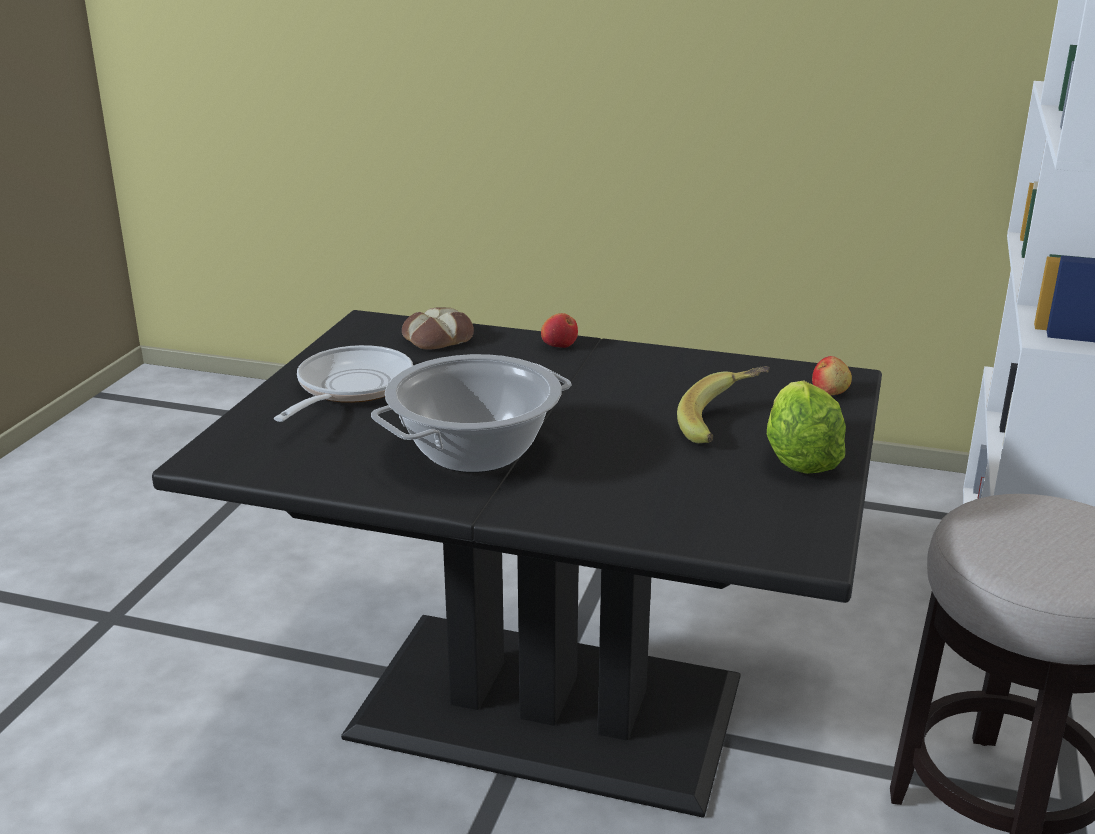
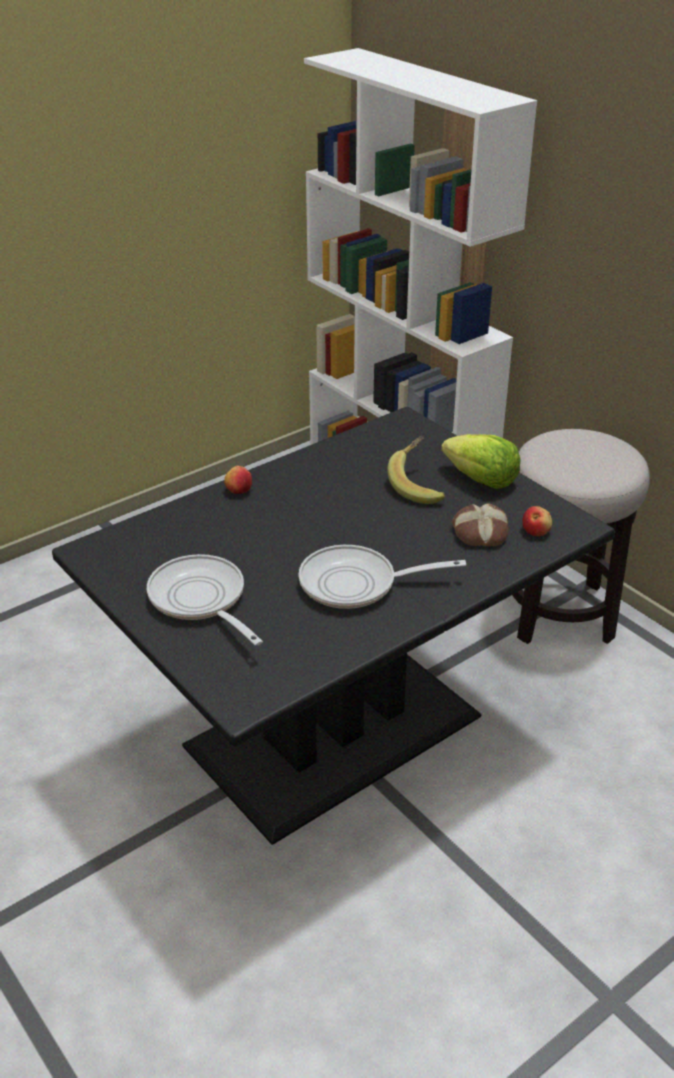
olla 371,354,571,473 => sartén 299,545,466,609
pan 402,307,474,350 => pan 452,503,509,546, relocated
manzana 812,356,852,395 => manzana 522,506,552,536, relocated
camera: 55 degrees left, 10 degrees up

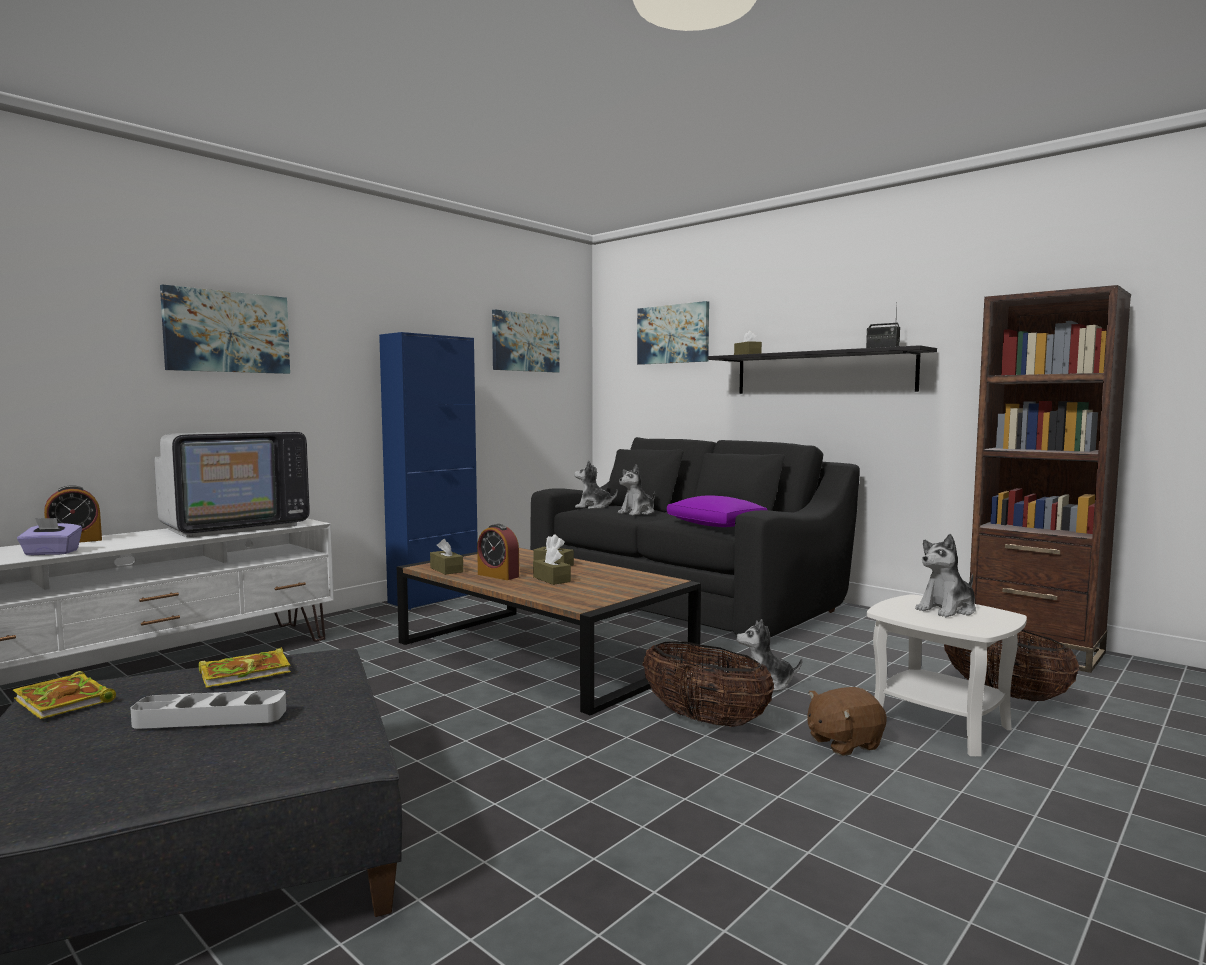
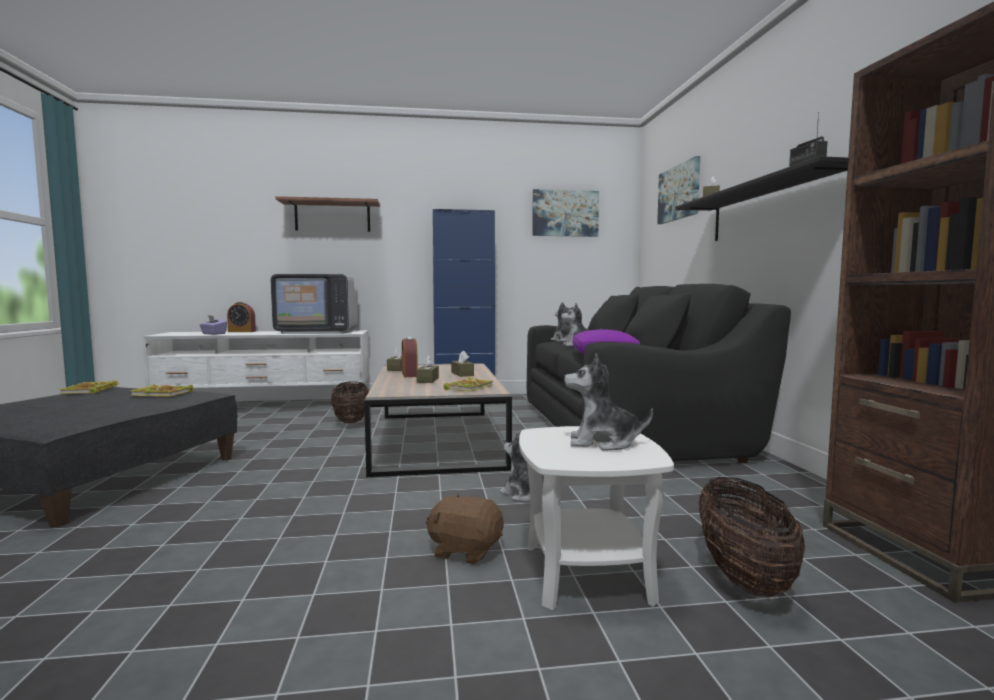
cuadro 160,284,290,374 => estante 276,196,380,232
cesta 643,641,774,727 => cesta 331,381,369,424, relocated
nothing => libro 443,377,493,392
bandeja (gris) 130,690,286,729 => nothing
camera: 40 degrees right, 0 degrees up

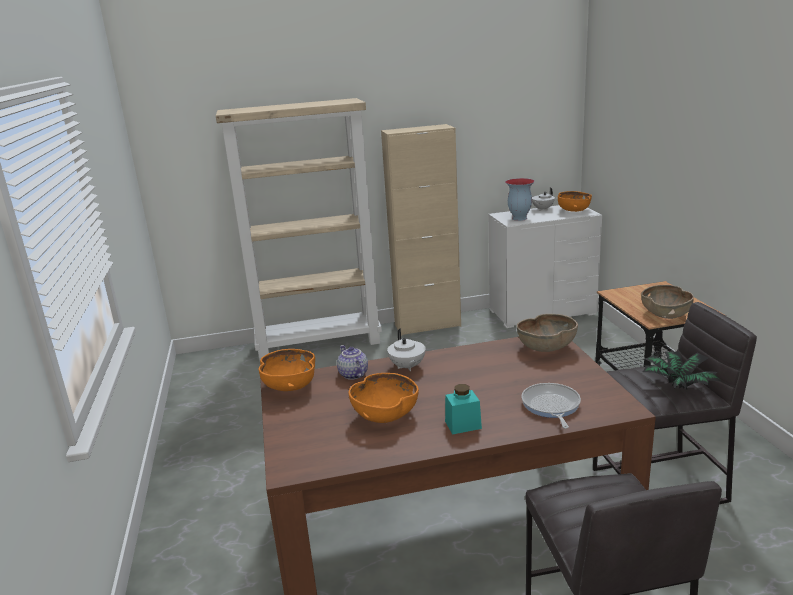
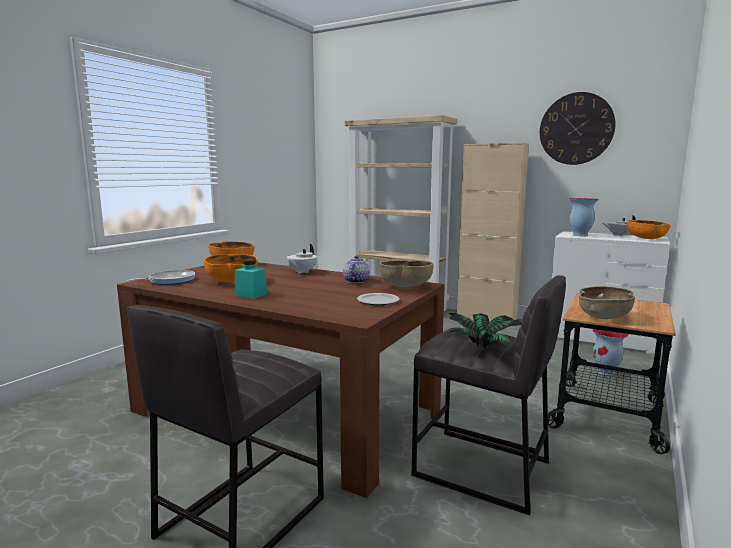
sartén 521,383,581,429 => sartén 127,270,195,285, relocated
tetera 337,345,368,380 => tetera 343,256,370,283, relocated
nothing => plato 357,293,400,305
nothing => reloj de pared 540,92,616,165
nothing => florero 592,329,629,376
camera: 40 degrees right, 10 degrees down

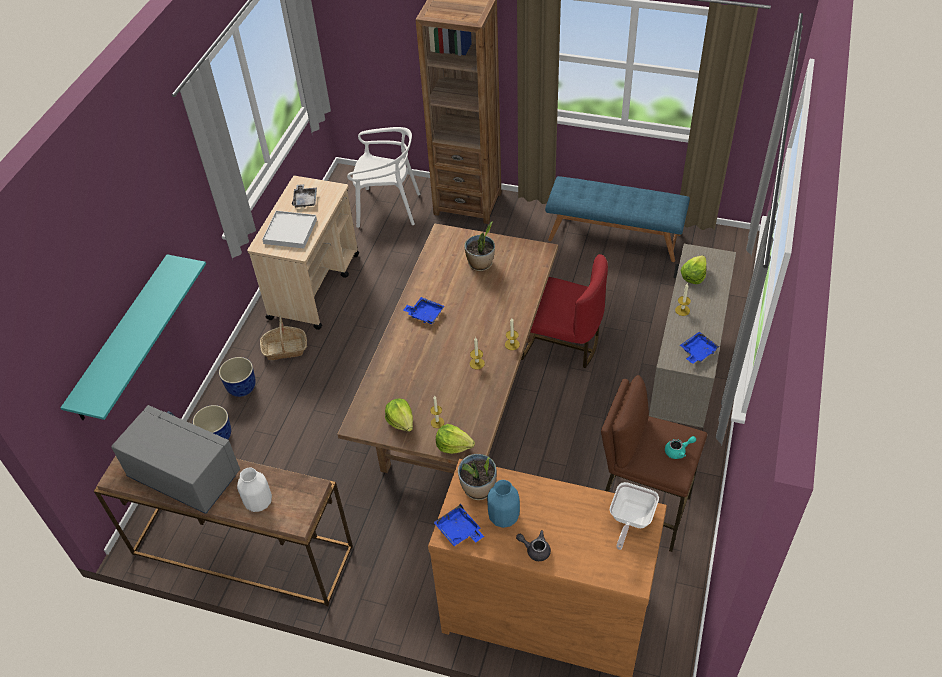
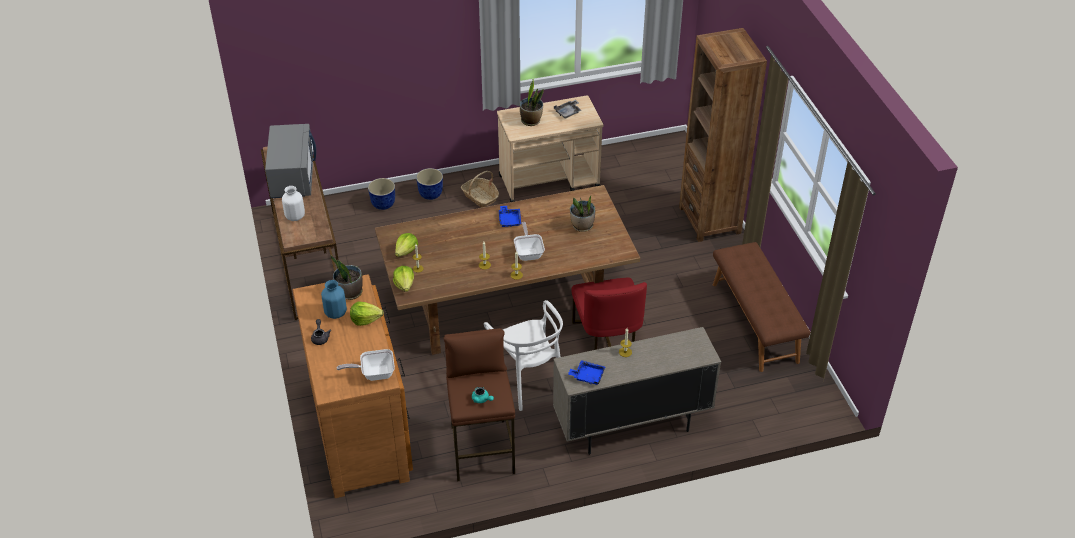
lechuga 680,255,706,284 => lechuga 350,302,384,326, relocated
silla (blanco) 347,127,420,228 => silla (blanco) 484,300,563,411, relocated
nothing => sartén 514,222,545,261
bandeja (blanco) 262,211,317,249 => planta en maceta 520,79,543,126
banco (azul) 545,176,690,262 => banco (marrón) 713,242,810,372
estante (turquesa) 60,254,206,420 => nothing
bandeja (azul) 433,504,484,546 => nothing
camera: 55 degrees right, 5 degrees down

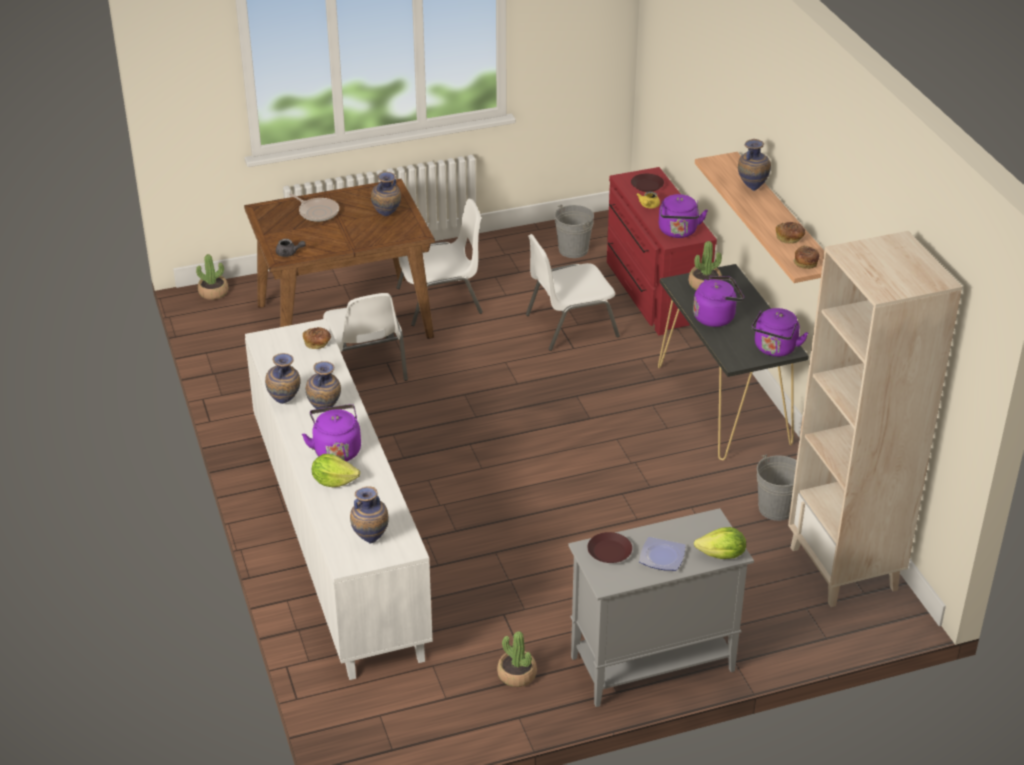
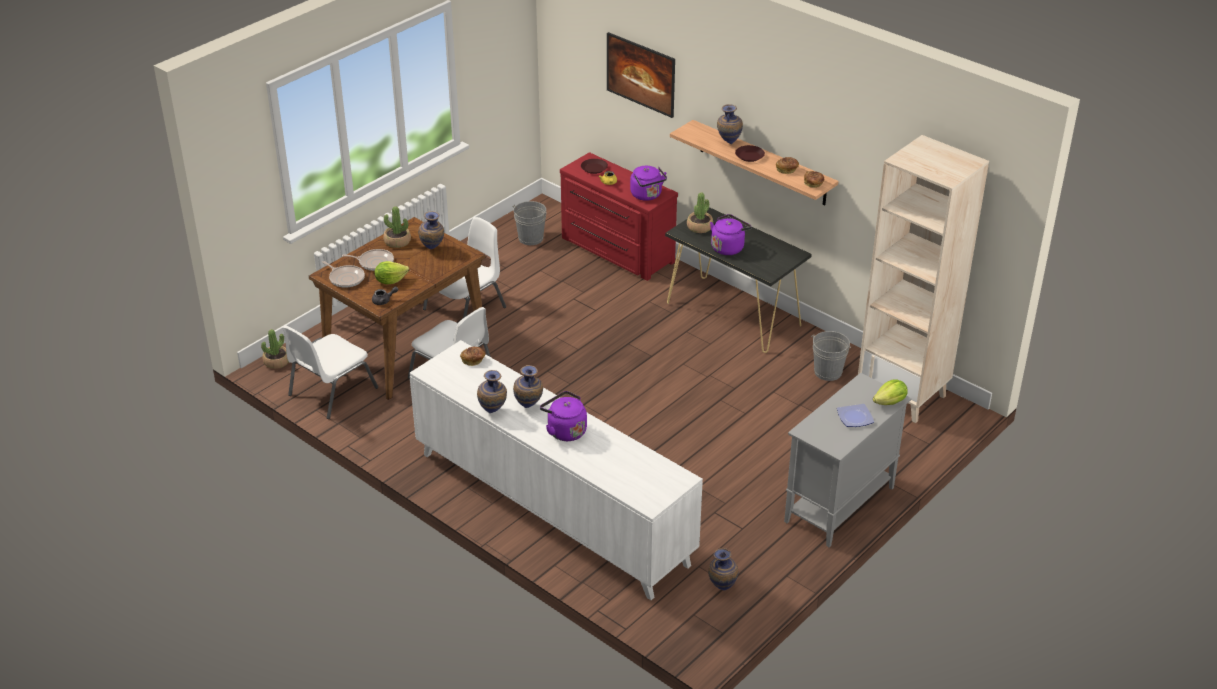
silla (blanco) 526,234,620,351 => silla (blanco) 283,325,378,419, relocated
nothing => sartén 322,261,365,288
lechuga 312,454,360,487 => lechuga 374,261,409,284, relocated
planta en maceta 497,631,537,687 => planta en maceta 383,206,411,248, relocated
nothing => cuadro 607,32,675,118
florero 350,486,389,544 => florero 708,548,738,591, relocated
plato (marrón) 587,532,632,563 => plato (marrón) 735,145,765,162, relocated
hervidor (morado) 752,308,808,357 => nothing
camera: 30 degrees left, 0 degrees up

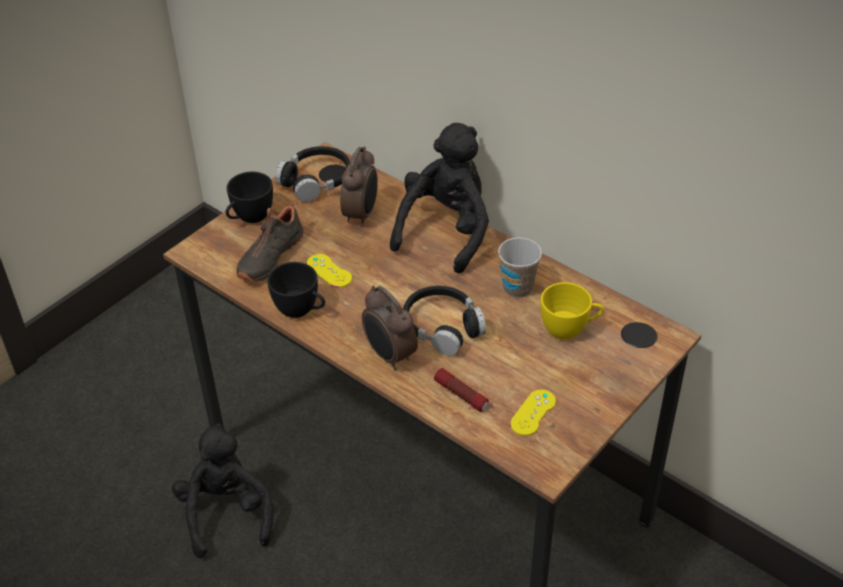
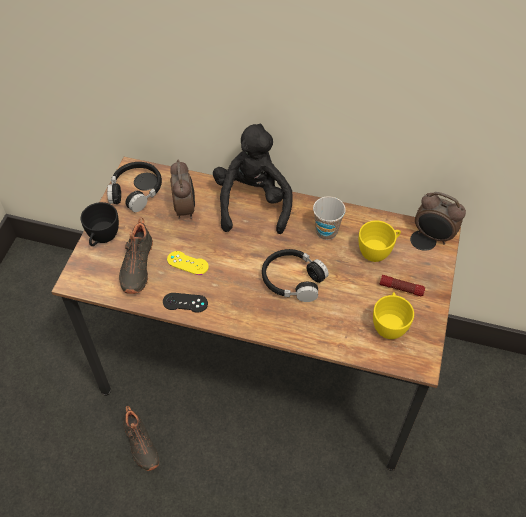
peluche (negro) 172,423,273,558 => zapato (negro) 123,406,159,471
taza (negro) 267,262,325,318 => mando de consola (negro) 163,293,208,313
mando de consola (amarillo) 510,390,556,436 => taza (amarillo) 373,292,414,339
linterna 434,368,489,412 => linterna 379,275,425,297, relocated
despertador 362,286,418,370 => despertador 415,192,466,245, relocated
camera: 25 degrees left, 10 degrees up

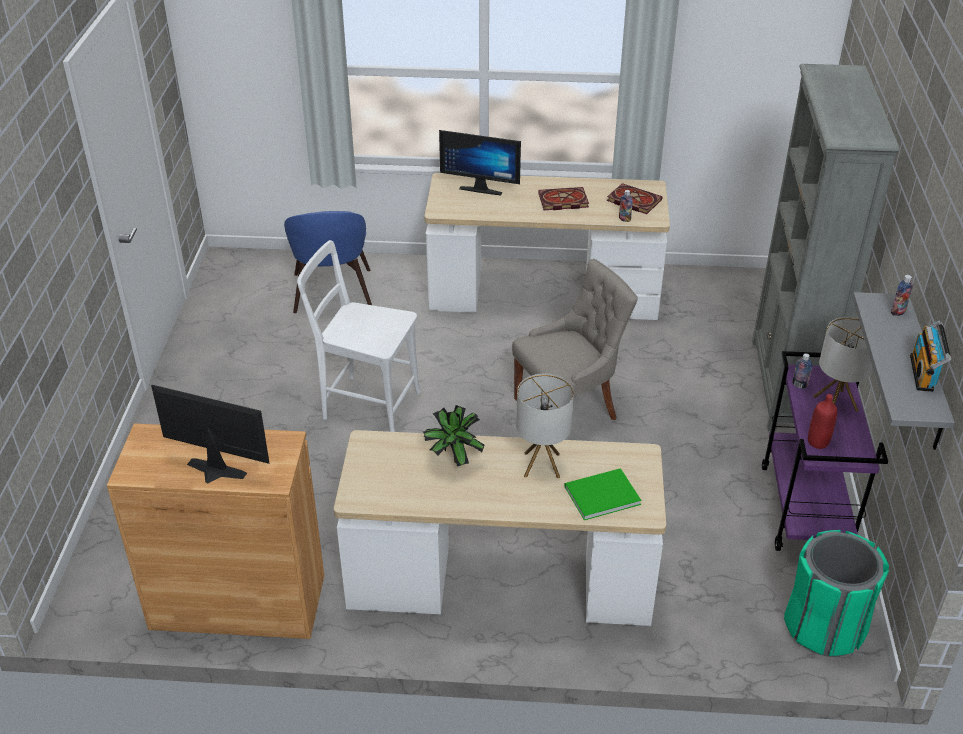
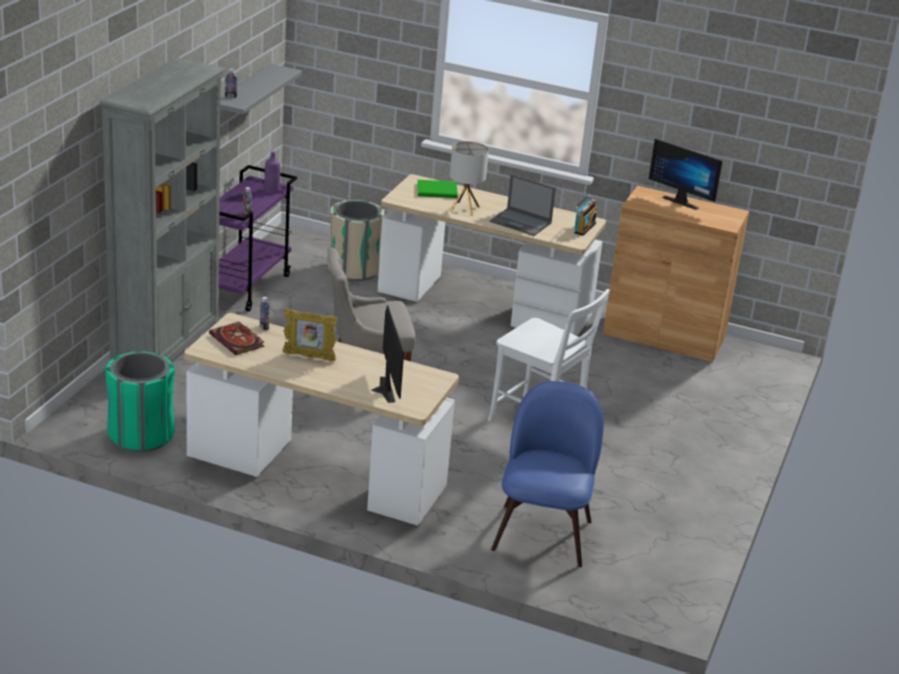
papelera (verde) 784,530,889,657 => papelera (verde) 105,351,175,452, relocated
botella (rojo) 808,394,837,449 => botella (morado) 264,151,280,194
libro 538,187,589,210 => portarretratos 283,309,338,361
nothing => papelera (beis) 328,200,384,282
monitor 439,130,521,196 => monitor 371,305,404,403, 45 degrees clockwise
planta en maceta 423,405,484,467 => portátil 490,174,556,236
radio 910,320,951,392 => radio 574,195,597,236, relocated
lámpara de mesa 813,317,873,411 => nothing
camera: 165 degrees left, 10 degrees down

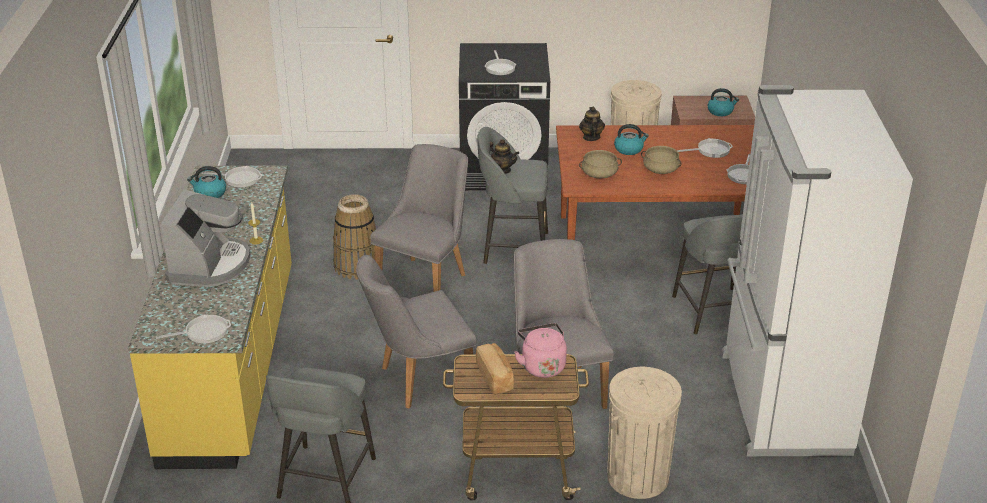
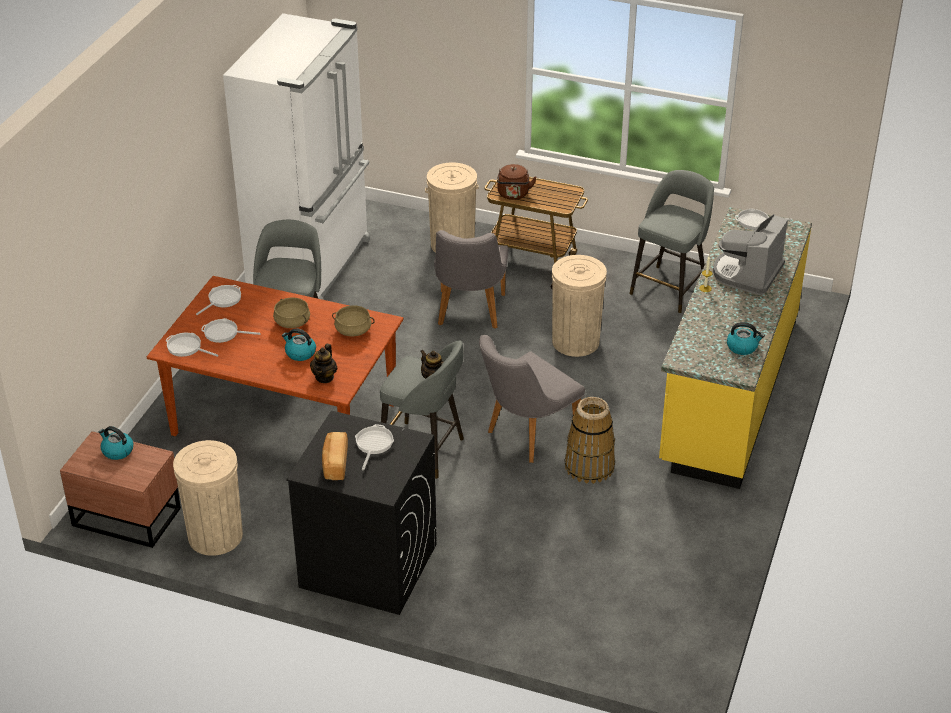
sartén 201,166,262,188 => sartén 166,333,219,357, relocated
pan 476,343,514,395 => pan 322,432,348,480, relocated
hervidor (rosa) 514,323,567,378 => hervidor (marrón) 497,164,537,200
silla (gris) 356,255,477,409 => papelera (beis) 552,255,607,357
camera: 160 degrees left, 5 degrees up

